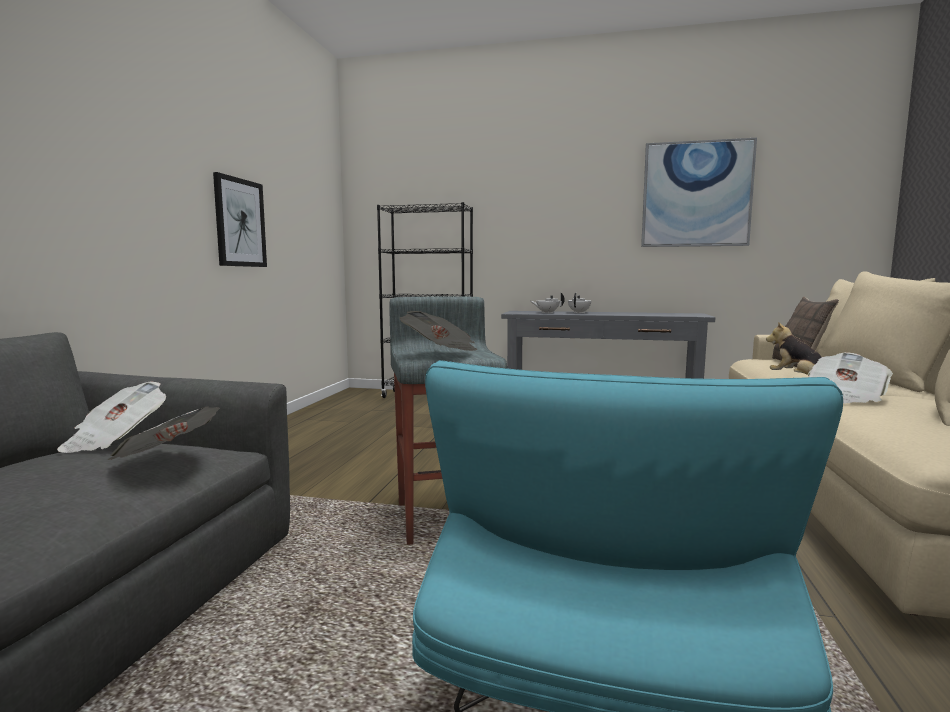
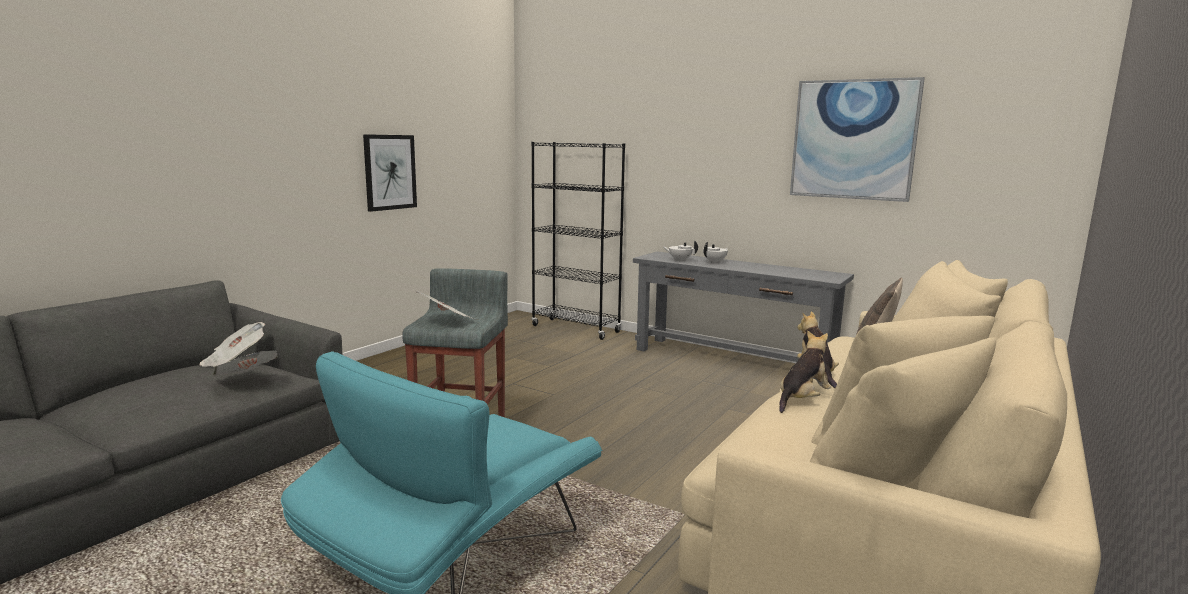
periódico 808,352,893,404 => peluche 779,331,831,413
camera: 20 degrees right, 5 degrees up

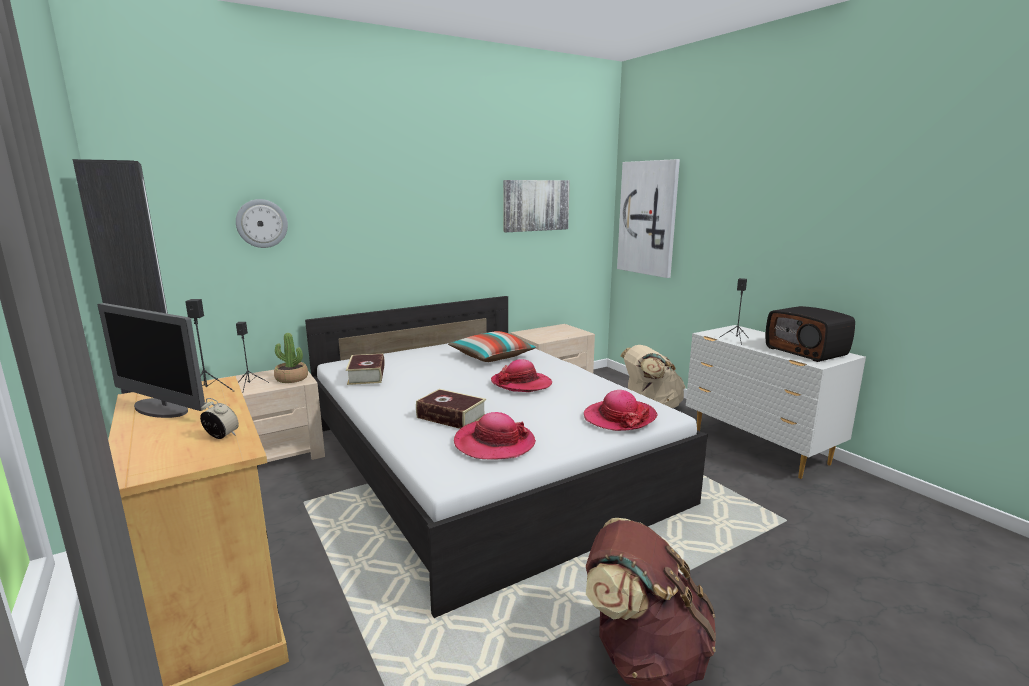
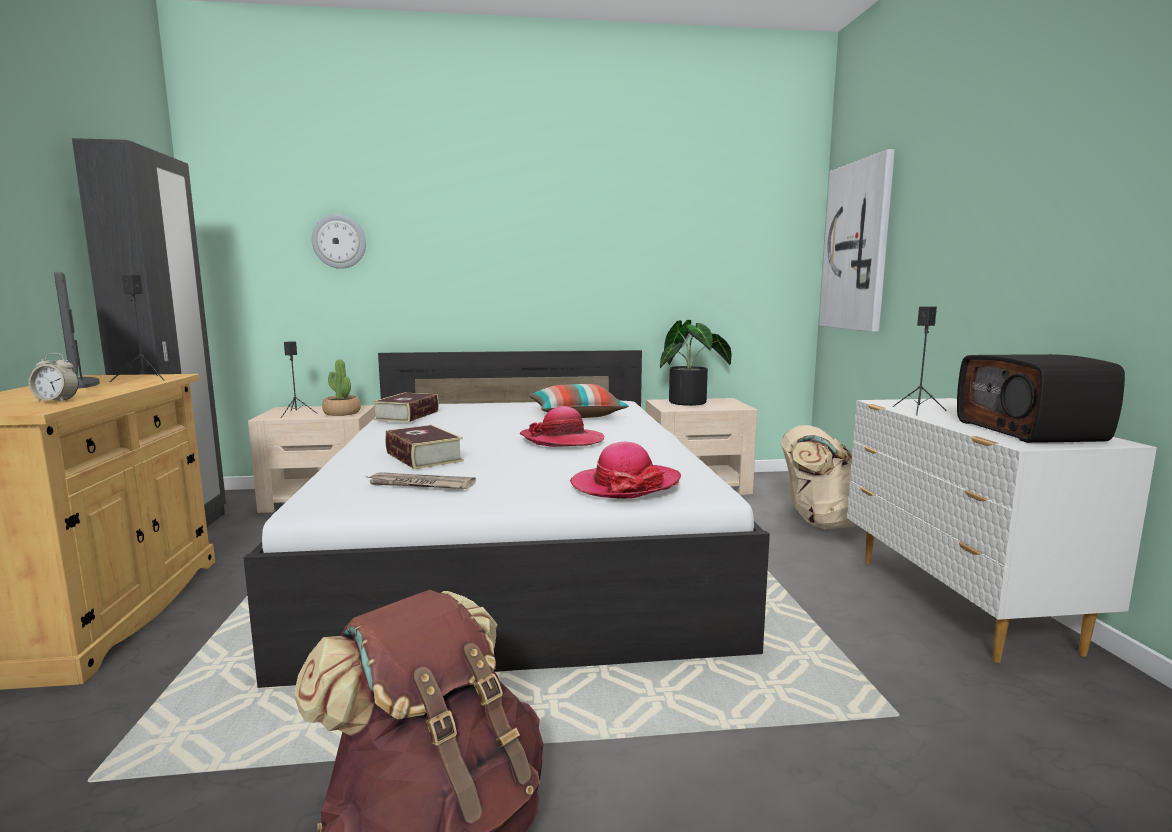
despertador 200,398,239,439 => despertador 28,353,79,402, 135 degrees clockwise
sombrero 454,412,536,460 => periódico 365,472,476,489
nothing => planta en maceta 660,320,732,406
cuadro 503,180,570,232 => nothing
camera: 25 degrees right, 5 degrees down

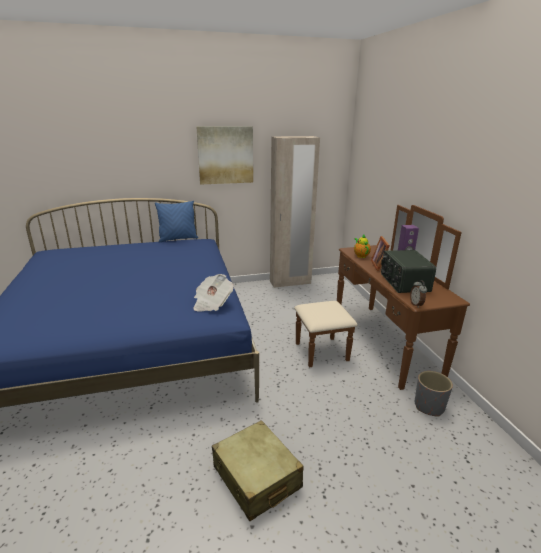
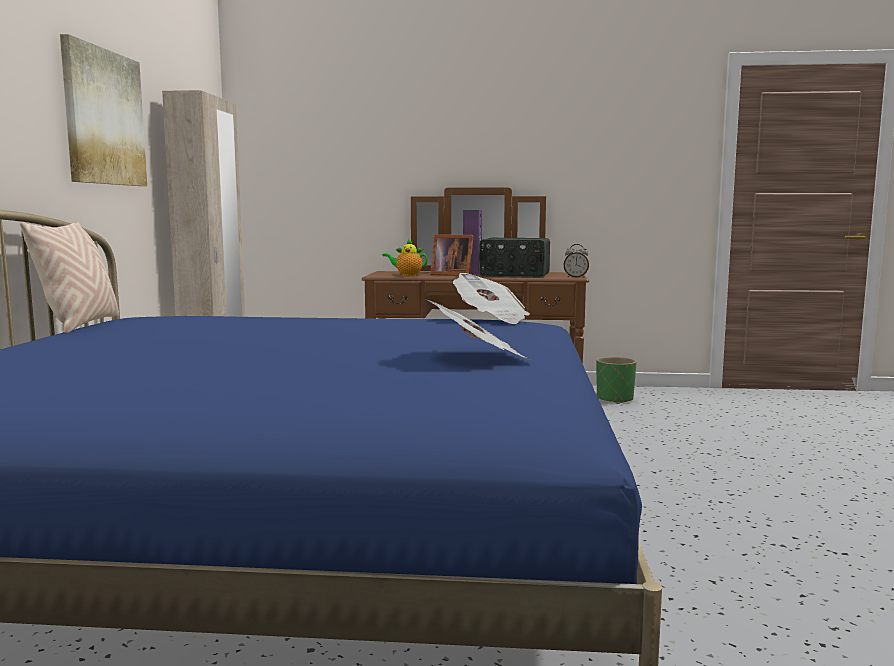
cojín (azul) 155,201,198,242 => cojín (beis) 20,222,119,333
nothing => periódico 424,299,532,360
maceta (gris) 415,371,453,417 => maceta (verde) 596,357,637,404
maleta (beis) 212,420,303,521 => nothing
camera: 70 degrees left, 15 degrees down

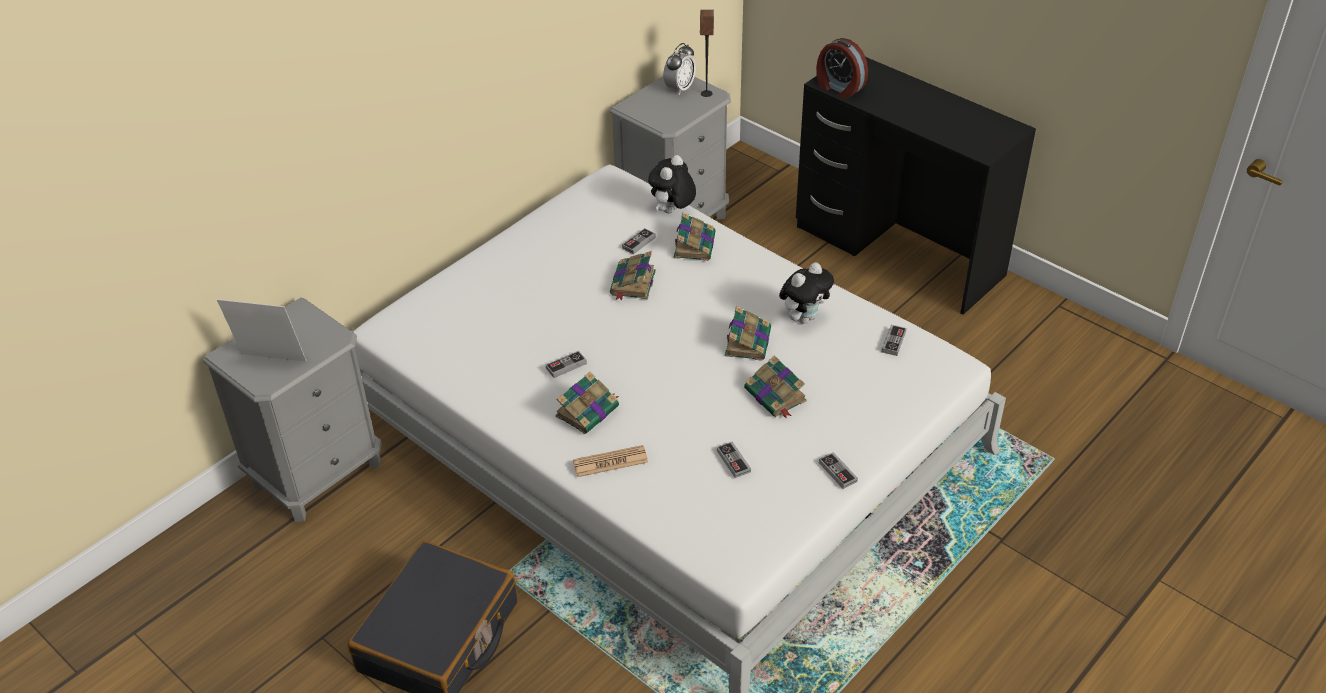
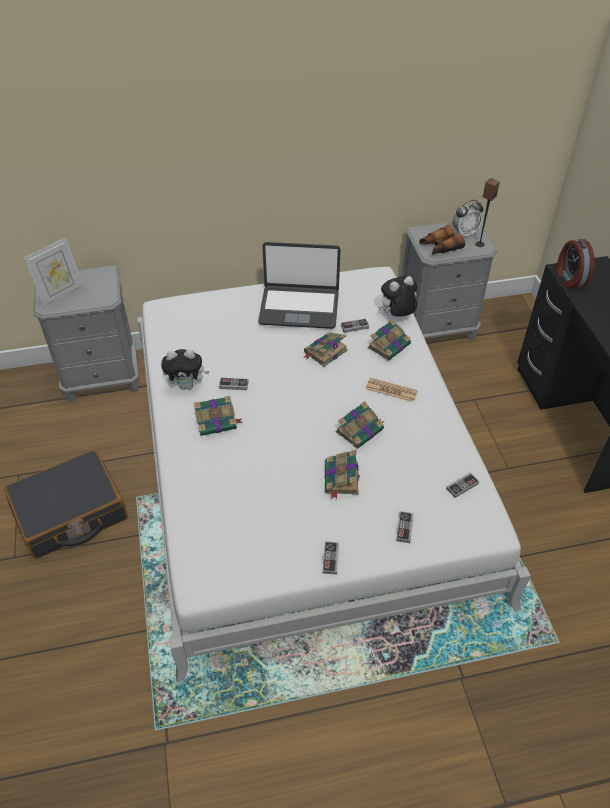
portarretratos 217,299,307,362 => portarretratos 24,238,84,309, 90 degrees clockwise
peluche 779,262,834,324 => peluche 161,349,209,390, relocated
nothing => portátil 258,242,341,329
periódico 573,445,648,477 => periódico 366,378,418,402, relocated
mando de consola 717,442,751,478 => mando de consola 396,511,414,543, relocated
nothing => prismáticos 419,225,465,255
camera: 35 degrees right, 5 degrees up

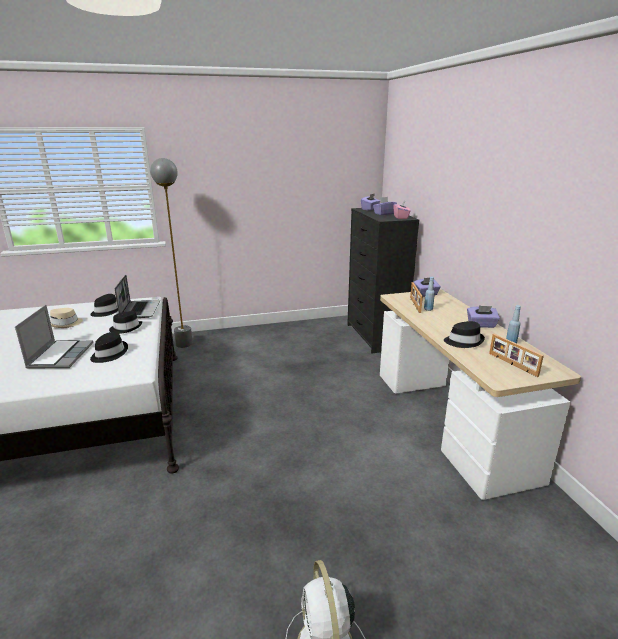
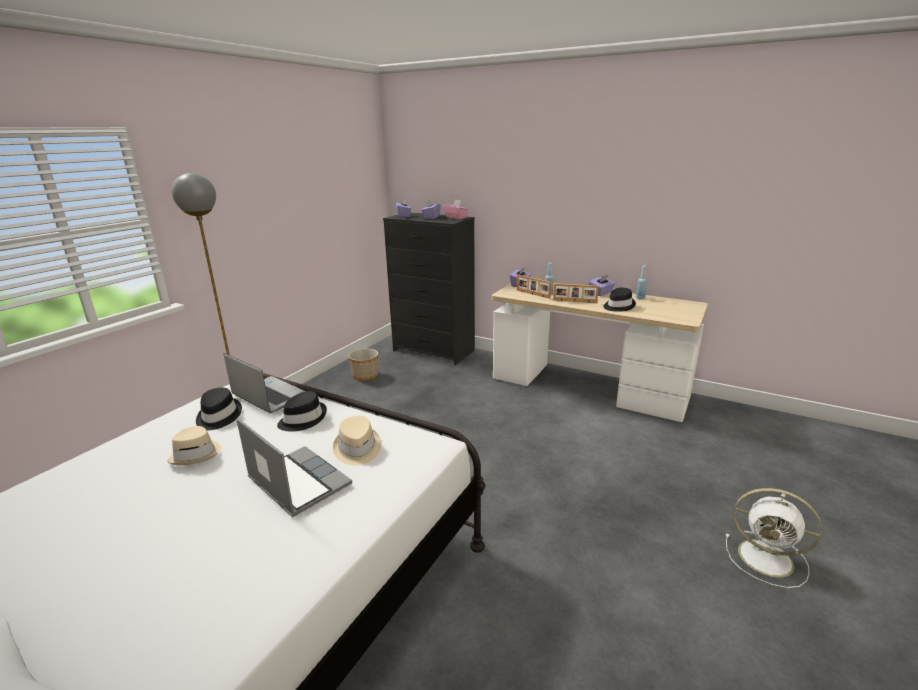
sombrero (negro) 90,332,128,363 => sombrero (beis) 333,416,381,465
nothing => maceta 349,349,378,381
portarretratos 489,334,544,377 => portarretratos 553,283,599,303, relocated
camera: 45 degrees left, 0 degrees up

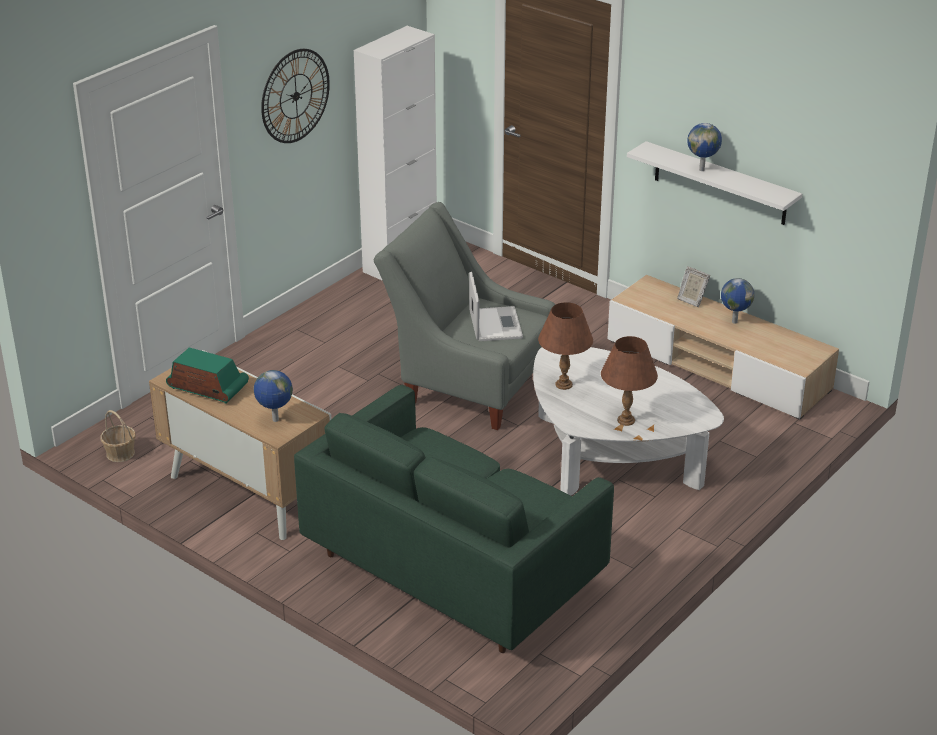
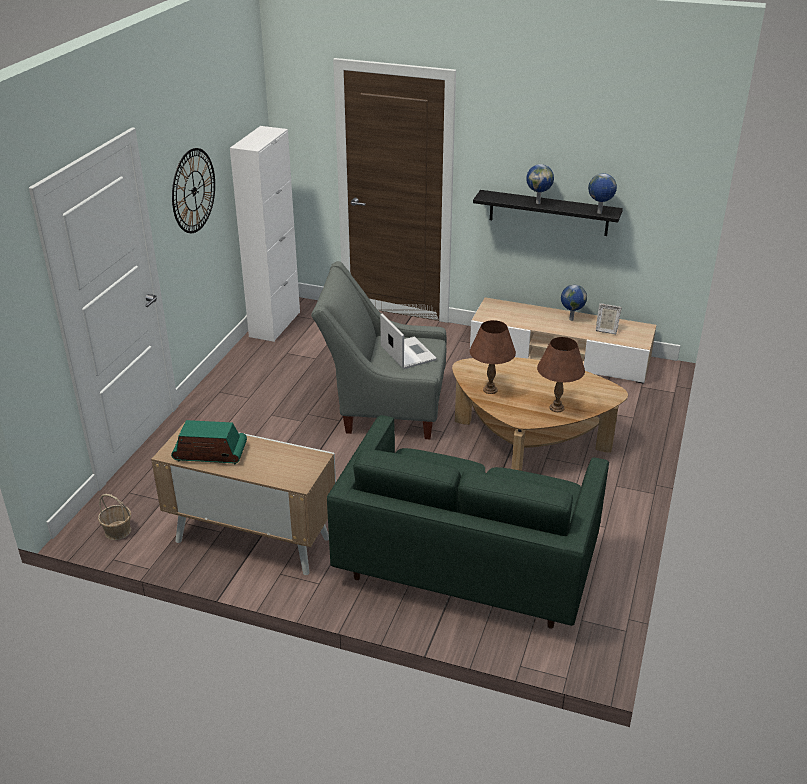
mesa de centro (blanco) 533,347,724,496 => mesa de centro (marrón) 452,357,628,471
estante (blanco) 627,141,802,225 => estante (negro) 473,190,623,236
globo terráqueo 254,370,293,422 => globo terráqueo 588,173,617,214, relocated
portarretratos 677,266,710,307 => portarretratos 596,303,622,334, relocated
camera: 20 degrees left, 0 degrees up

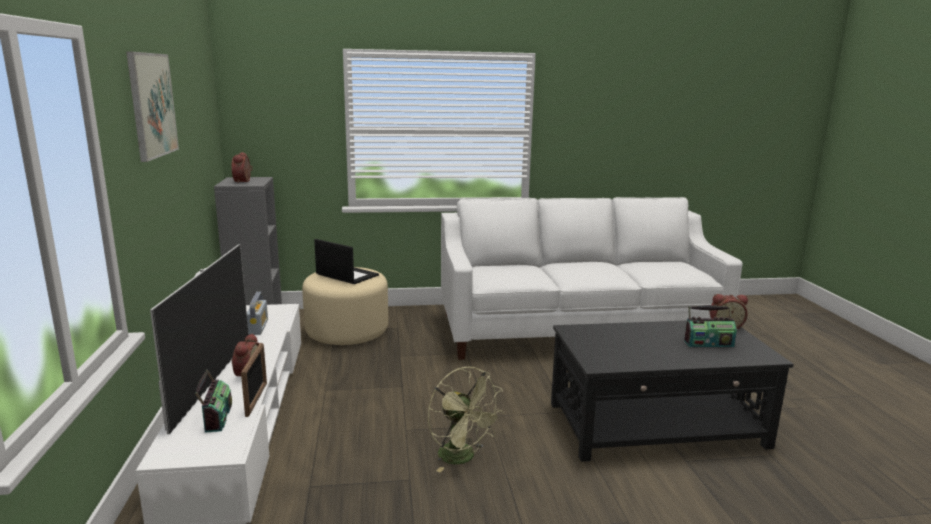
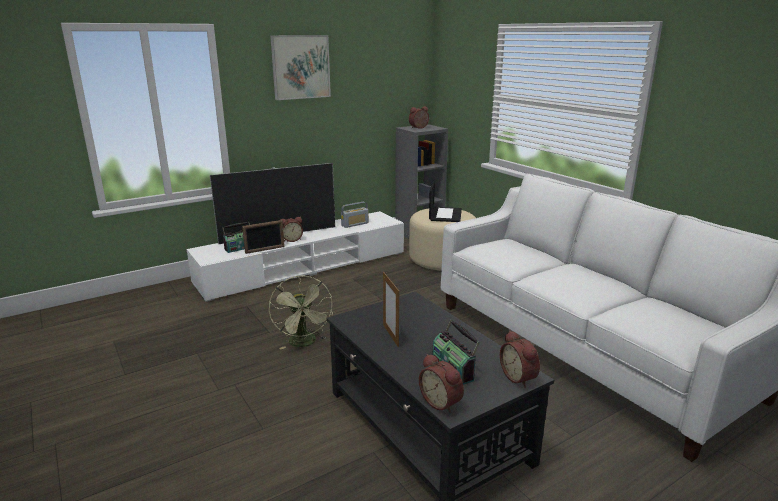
ventilador (verde) 428,367,504,472 => ventilador (verde) 269,275,333,350, 45 degrees counterclockwise
nothing => portarretratos 383,272,399,347
nothing => despertador 419,354,464,413
camera: 65 degrees right, 5 degrees up

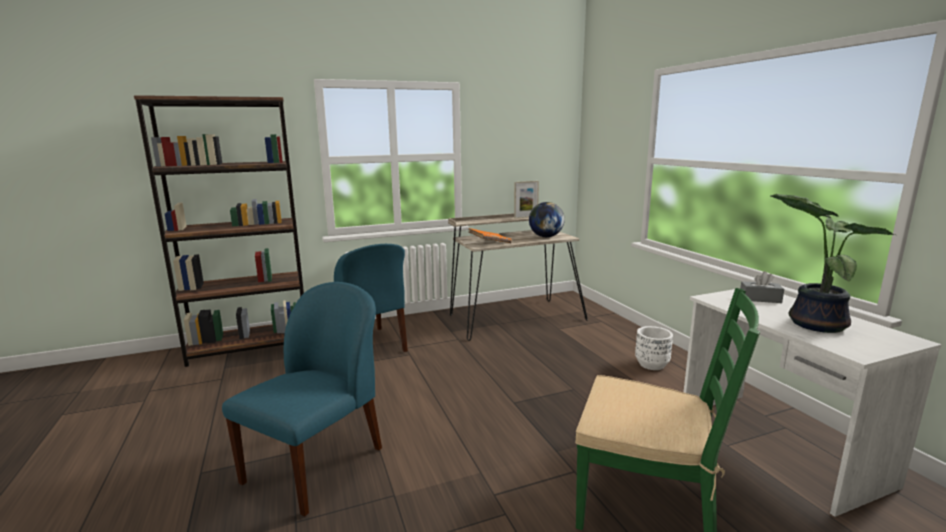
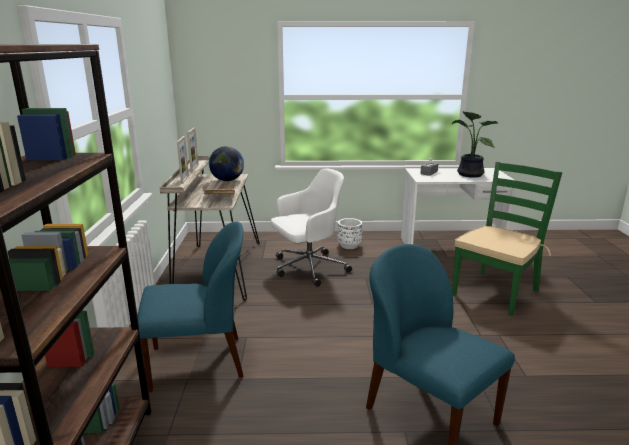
nothing => portarretratos 177,136,189,184
nothing => silla de oficina (blanco) 271,168,352,287
camera: 70 degrees left, 5 degrees up

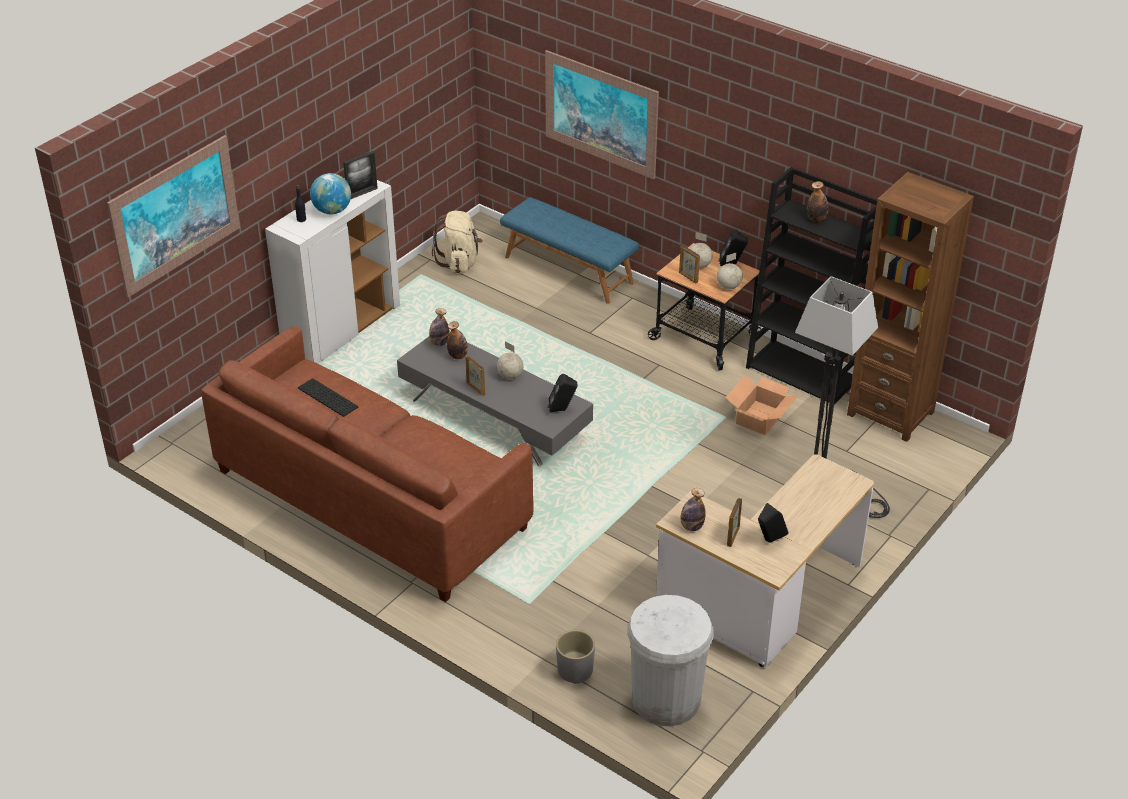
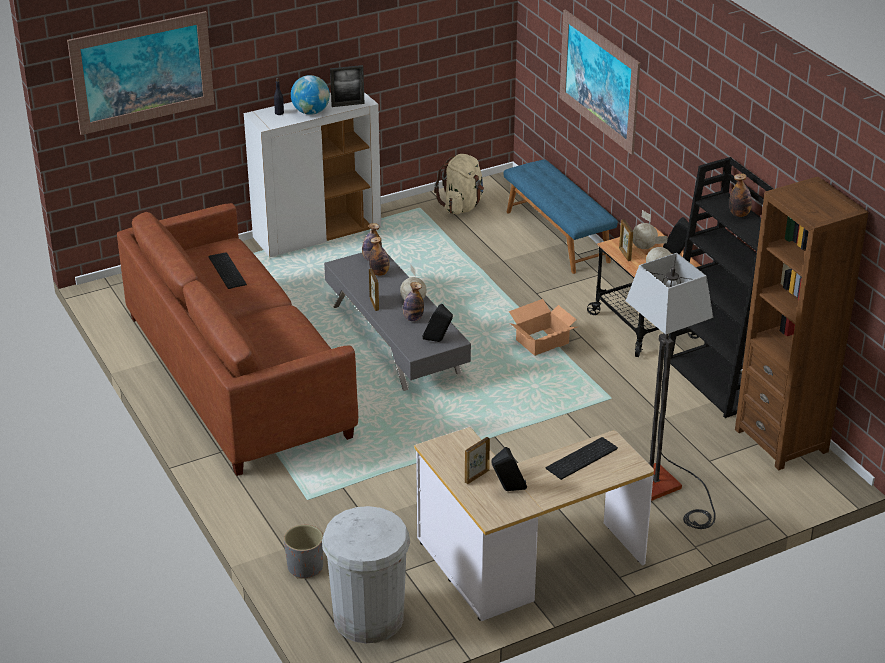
botella 681,488,706,531 => botella 403,282,424,321, relocated
caja de cartón 725,375,799,435 => caja de cartón 509,299,577,356, relocated
nothing => teclado 546,437,618,480
camera: 25 degrees right, 5 degrees down

